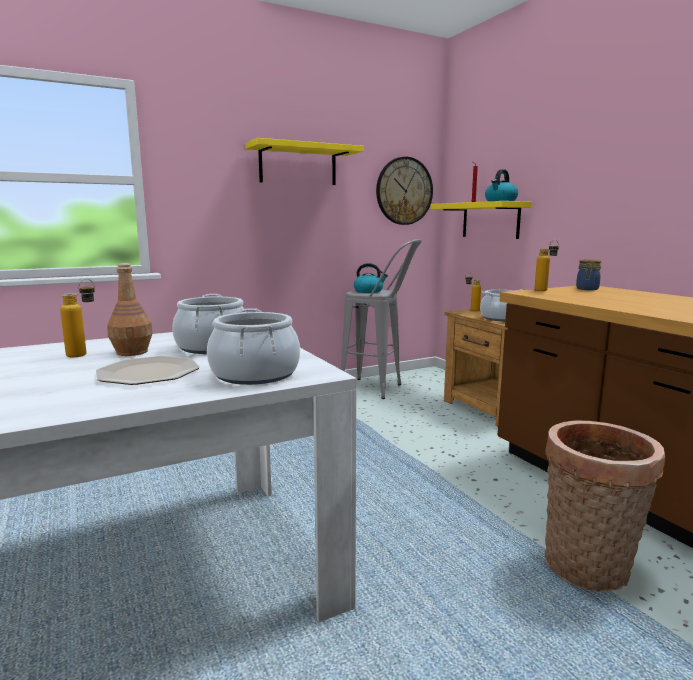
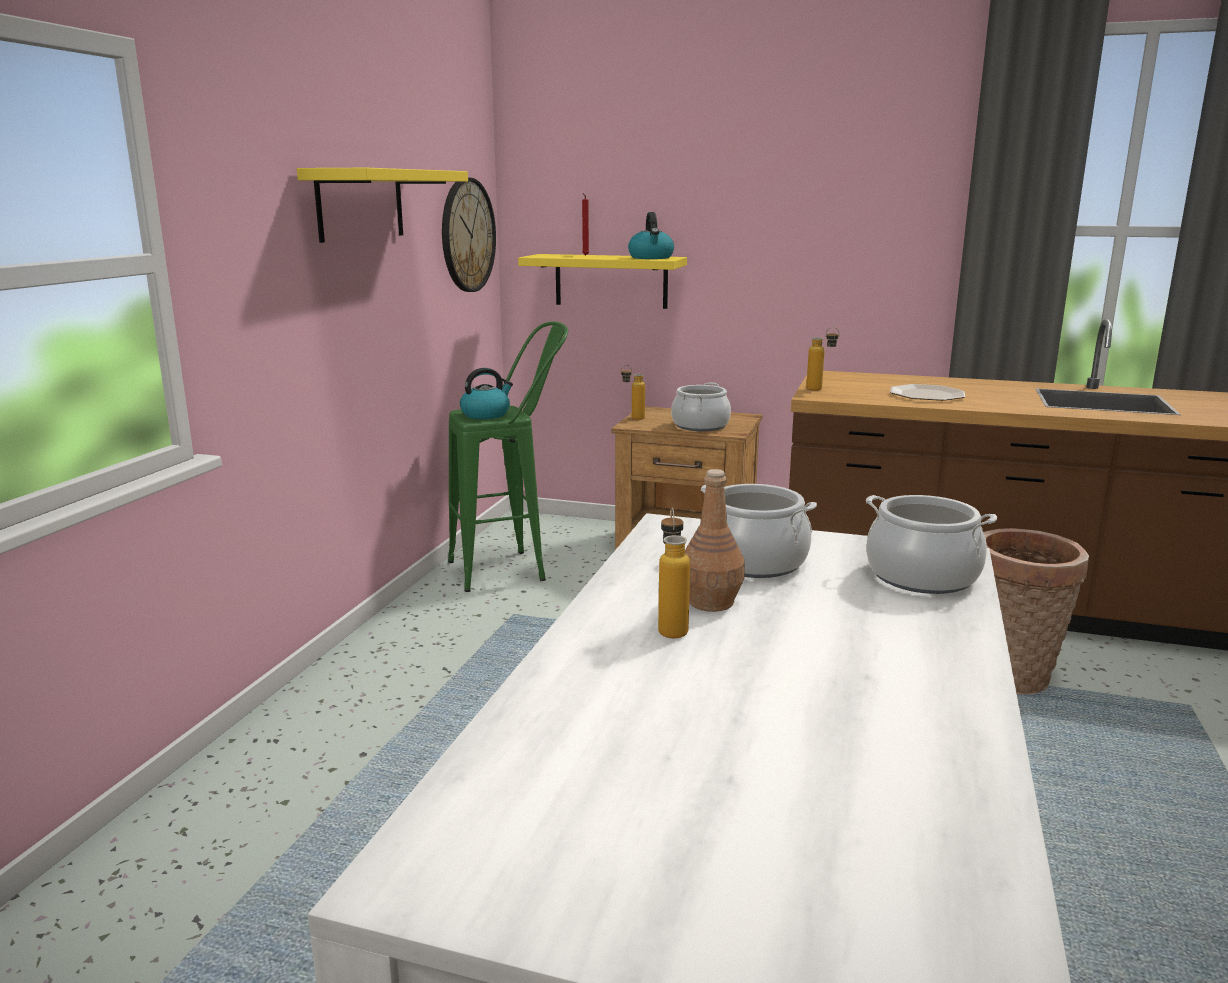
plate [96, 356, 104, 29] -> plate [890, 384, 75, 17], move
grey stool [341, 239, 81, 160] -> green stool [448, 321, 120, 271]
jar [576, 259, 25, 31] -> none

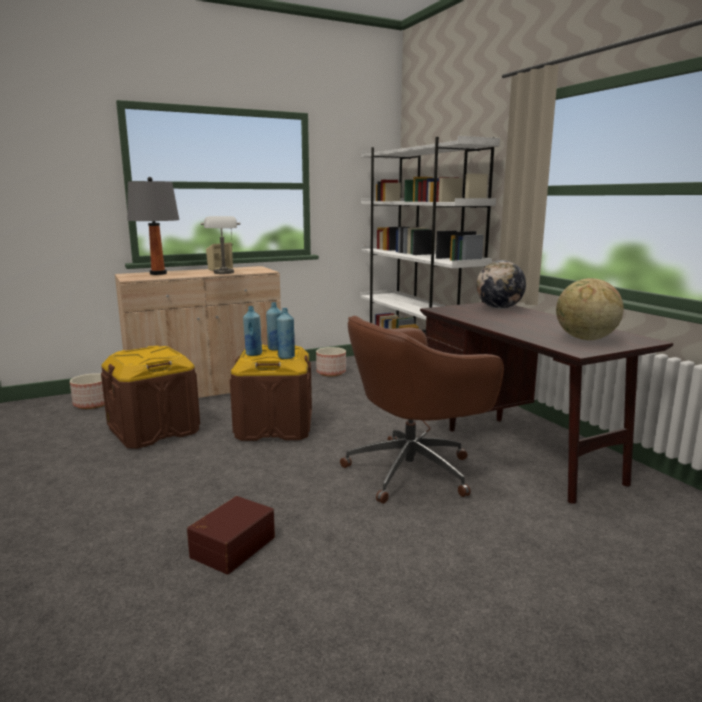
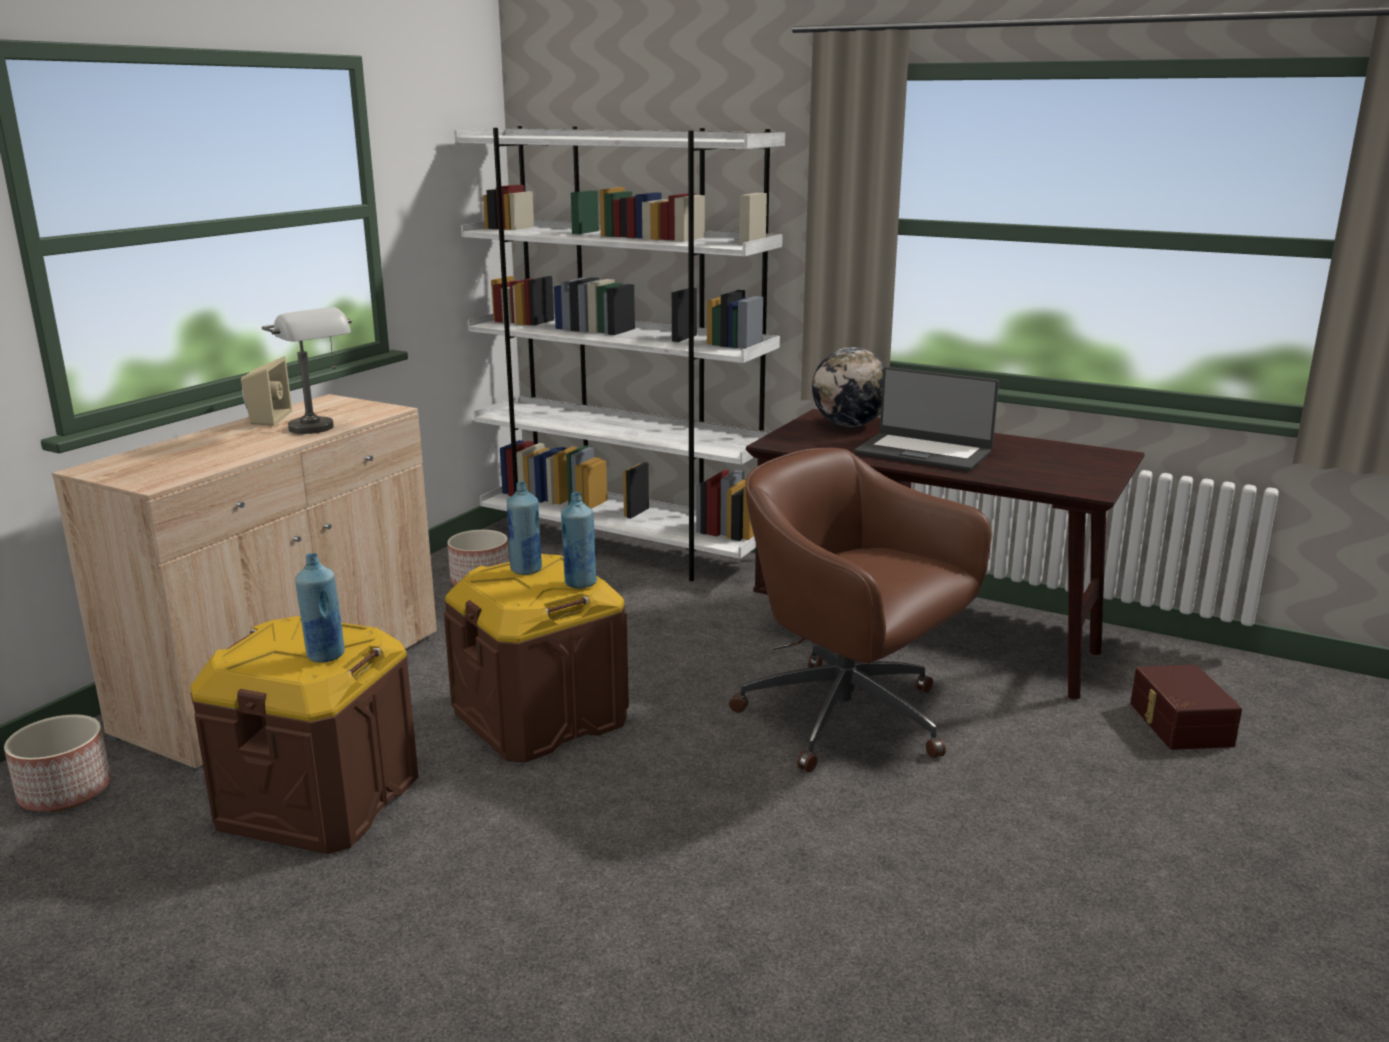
grey table lamp [127, 177, 52, 98] -> none
brown storage box [187, 496, 88, 78] -> brown storage box [1130, 665, 112, 85], move
blue bottle [243, 306, 19, 50] -> blue bottle [295, 553, 50, 110], move
brown office chair [340, 316, 164, 188] -> brown office chair [729, 448, 262, 324], 105 degrees clockwise
globe [556, 278, 68, 62] -> none
none -> laptop [855, 367, 144, 104]

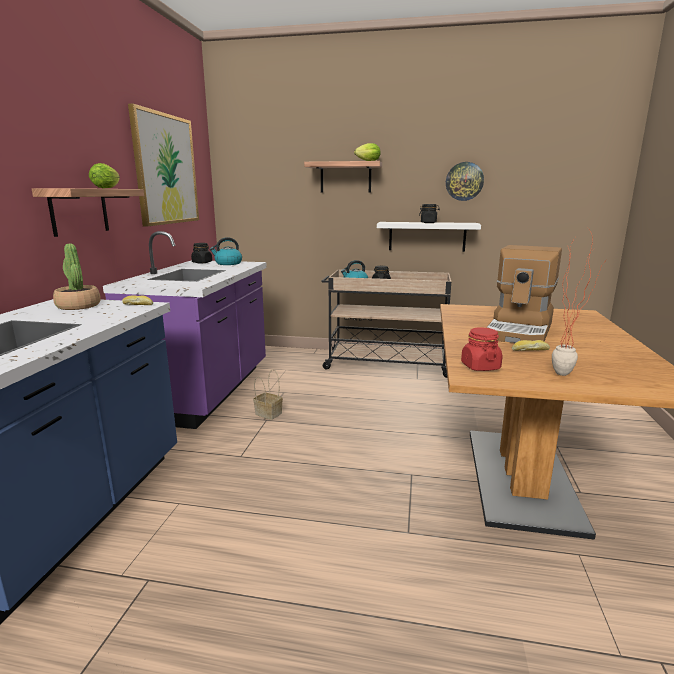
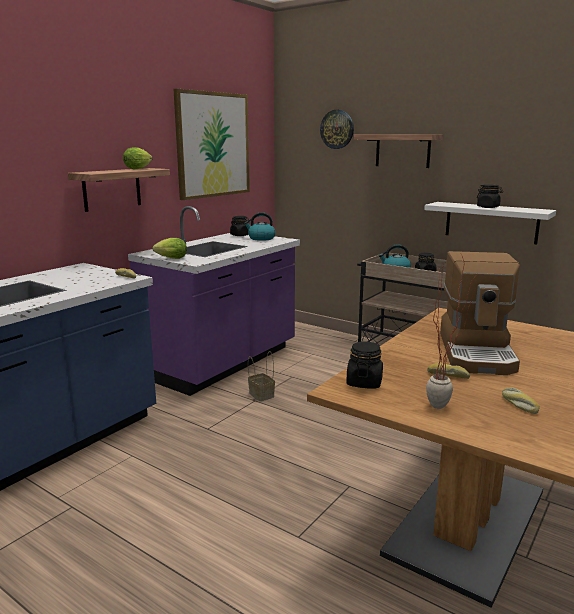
potted plant [53, 244, 48, 66] -> none
lettuce [354, 143, 27, 18] -> lettuce [153, 238, 34, 21], move
wall clock [446, 162, 38, 39] -> wall clock [320, 110, 34, 39], move
red jar [461, 327, 41, 44] -> black jar [346, 341, 37, 48]
coffee machine [486, 245, 76, 98] -> coffee machine [440, 251, 80, 124], 45 degrees counterclockwise
none -> bread [502, 387, 38, 27]

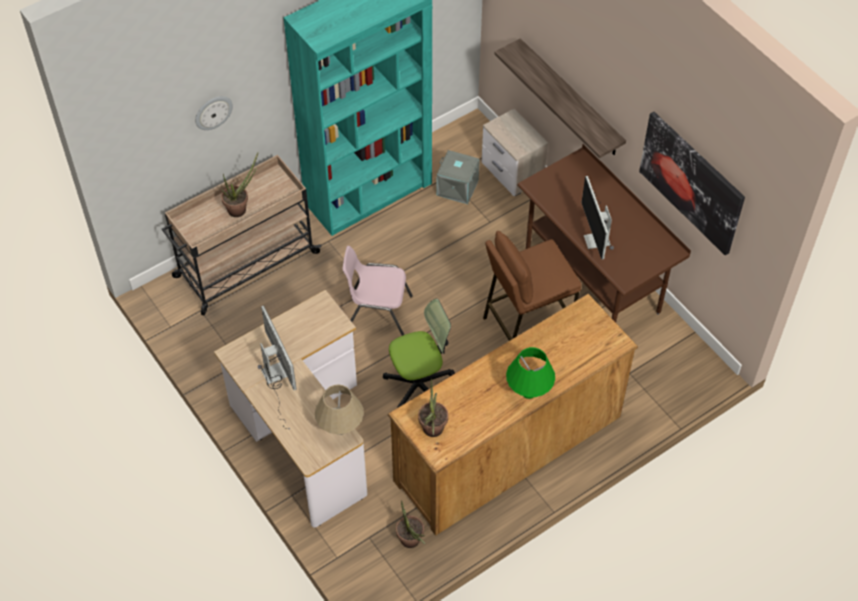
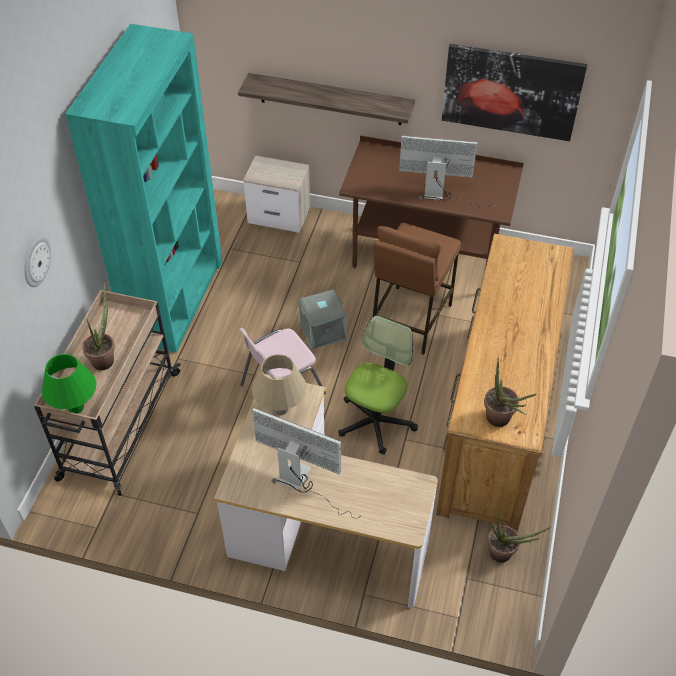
beige table lamp [315, 384, 49, 51] -> beige table lamp [252, 354, 55, 61], move
grey storage box [436, 150, 44, 54] -> grey storage box [299, 289, 47, 60], move
green table lamp [506, 347, 49, 52] -> green table lamp [42, 354, 54, 60], move
monitor [582, 176, 32, 84] -> monitor [399, 135, 97, 73], 150 degrees clockwise

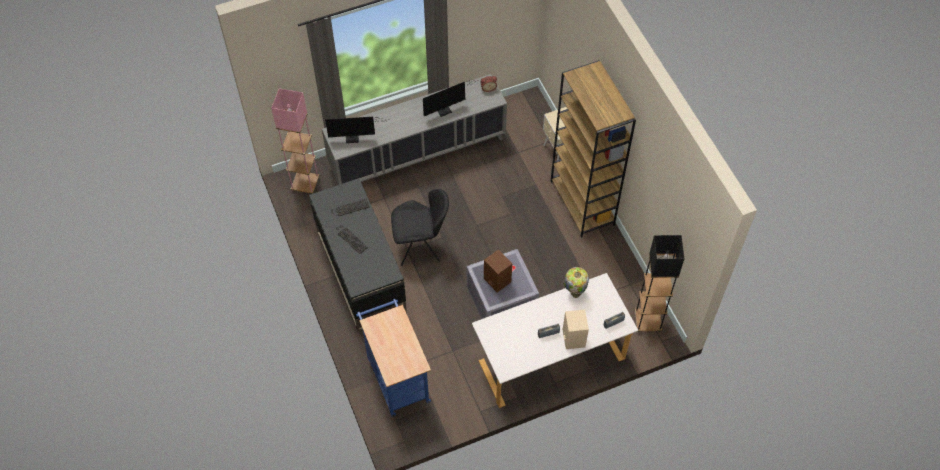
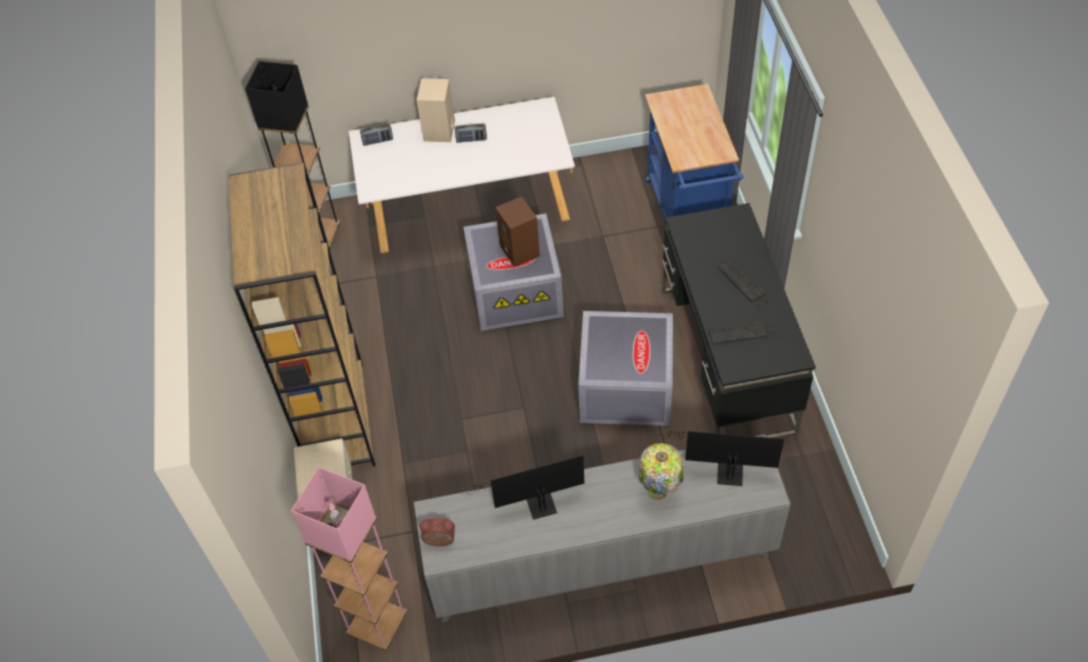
pink floor lamp [271, 88, 48, 106] -> pink floor lamp [291, 467, 116, 184], move
black chair [391, 189, 58, 77] -> grey storage box [578, 311, 95, 115]
table lamp [564, 267, 25, 31] -> table lamp [639, 443, 44, 58], move

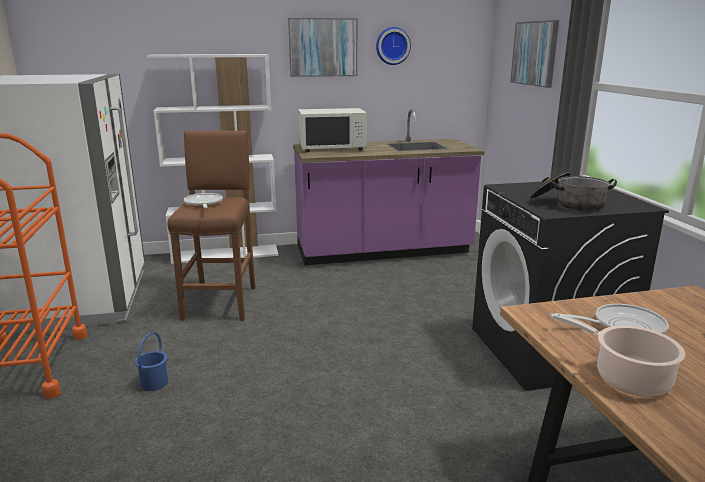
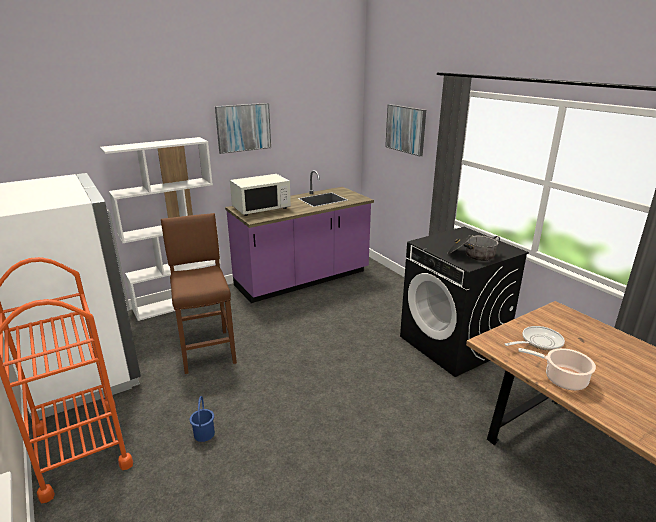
frying pan [184, 193, 39, 15] -> none
wall clock [376, 27, 35, 38] -> none

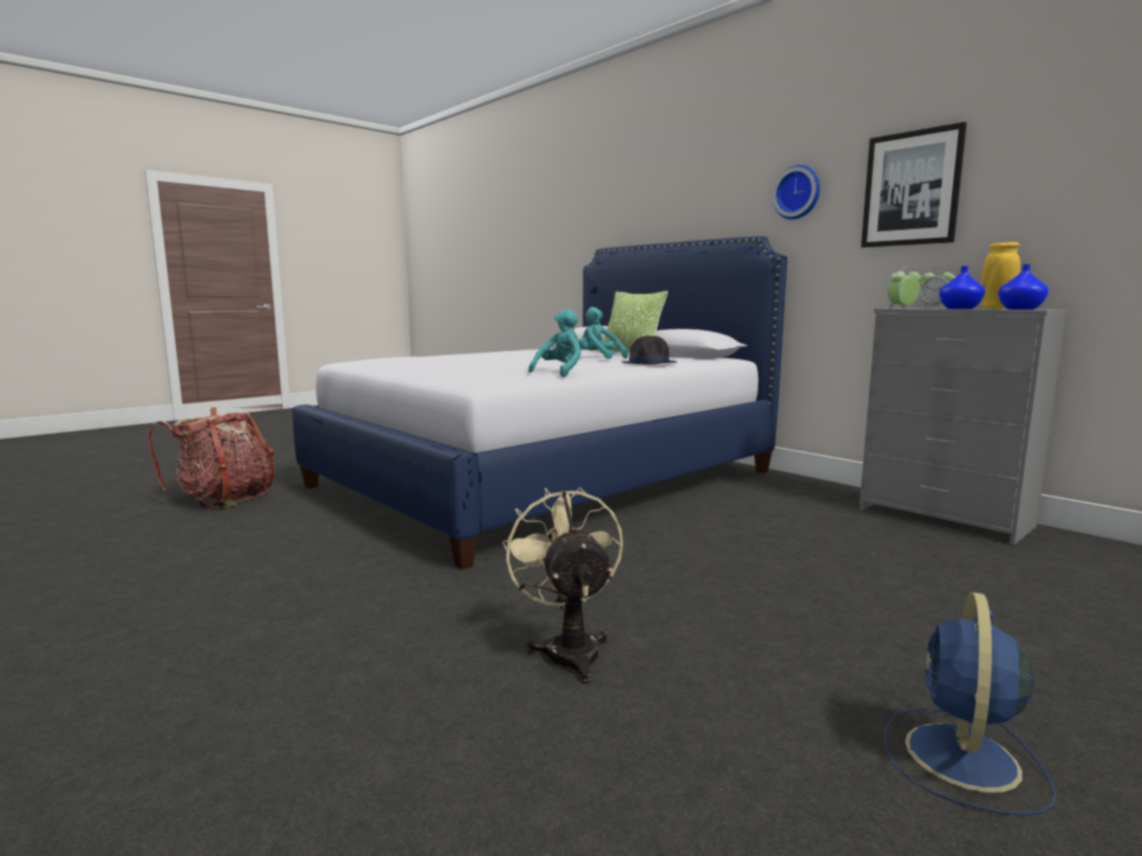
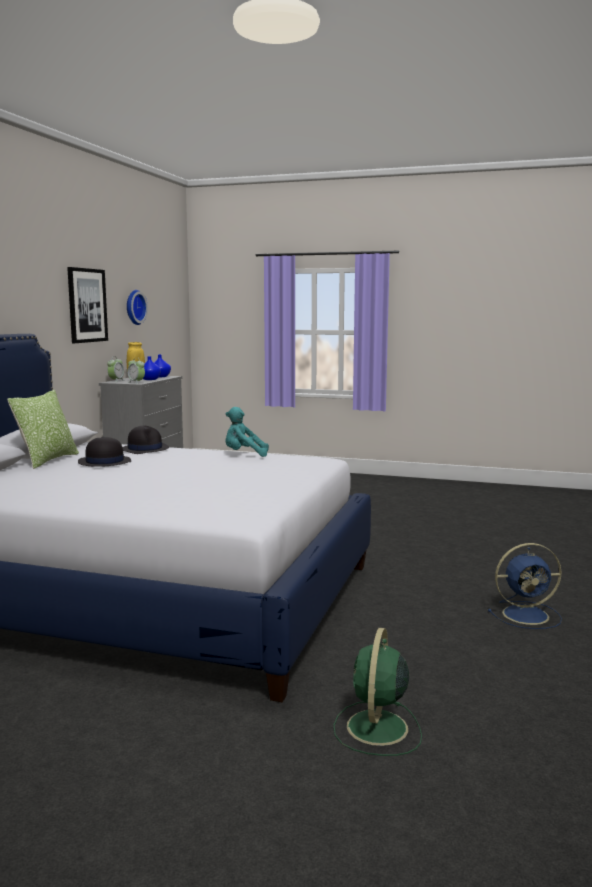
backpack [148, 407, 126, 102] -> green fan [334, 628, 88, 128]
beige fan [502, 487, 121, 197] -> none
turquoise plush toy [579, 307, 49, 52] -> black hat [78, 437, 53, 30]
wall clock [772, 165, 48, 55] -> wall clock [127, 290, 21, 35], move
blue fan [884, 592, 172, 224] -> blue fan [488, 543, 74, 86], move

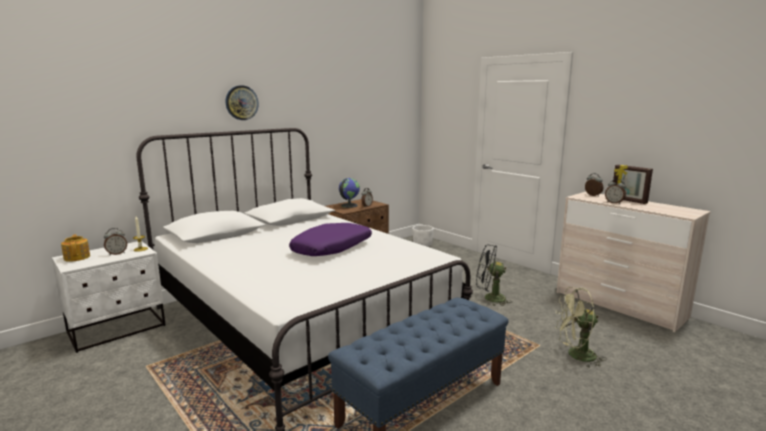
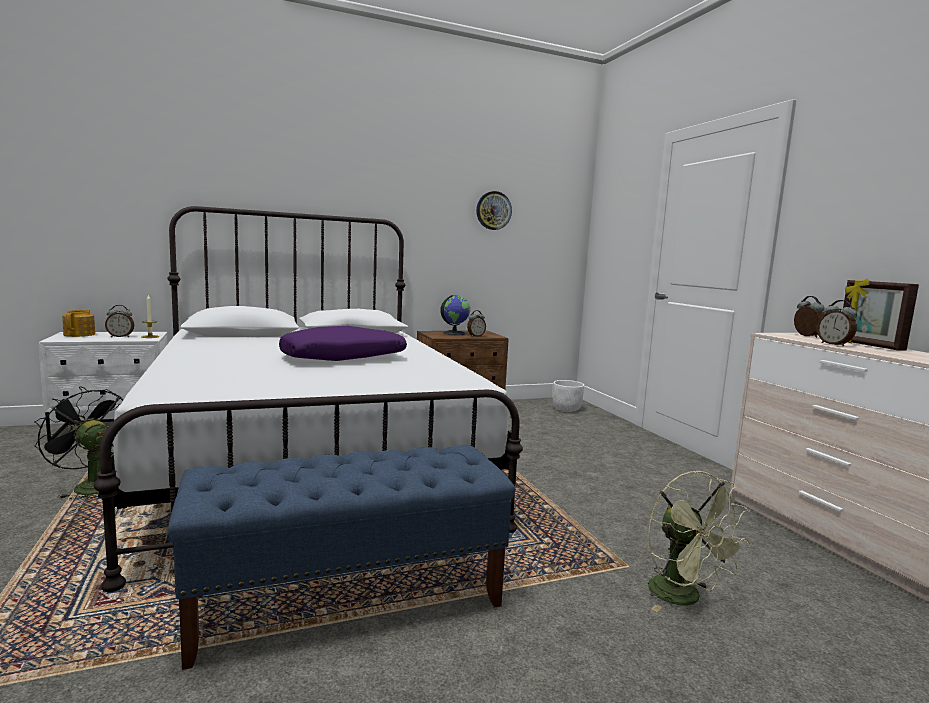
wall clock [226, 85, 33, 35] -> wall clock [476, 191, 36, 39], move
black fan [476, 244, 36, 62] -> black fan [34, 386, 89, 115], move
green fan [555, 287, 52, 81] -> green fan [648, 470, 102, 142], 135 degrees counterclockwise

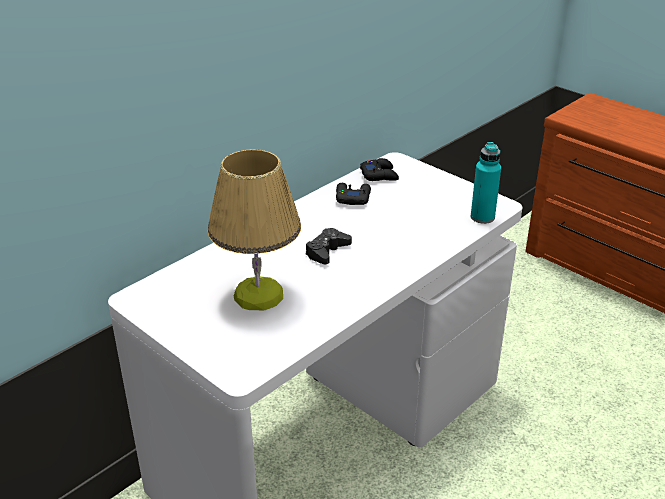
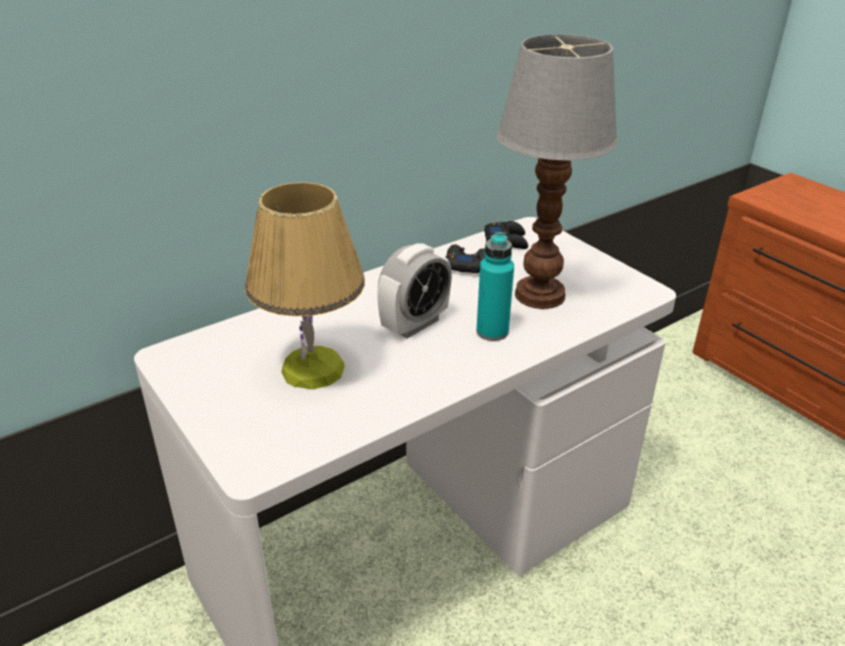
black game controller [305, 228, 47, 36] -> alarm clock [377, 243, 75, 95]
turquoise bottle [471, 142, 30, 82] -> turquoise bottle [476, 232, 38, 109], move
none -> table lamp [497, 34, 121, 275]

